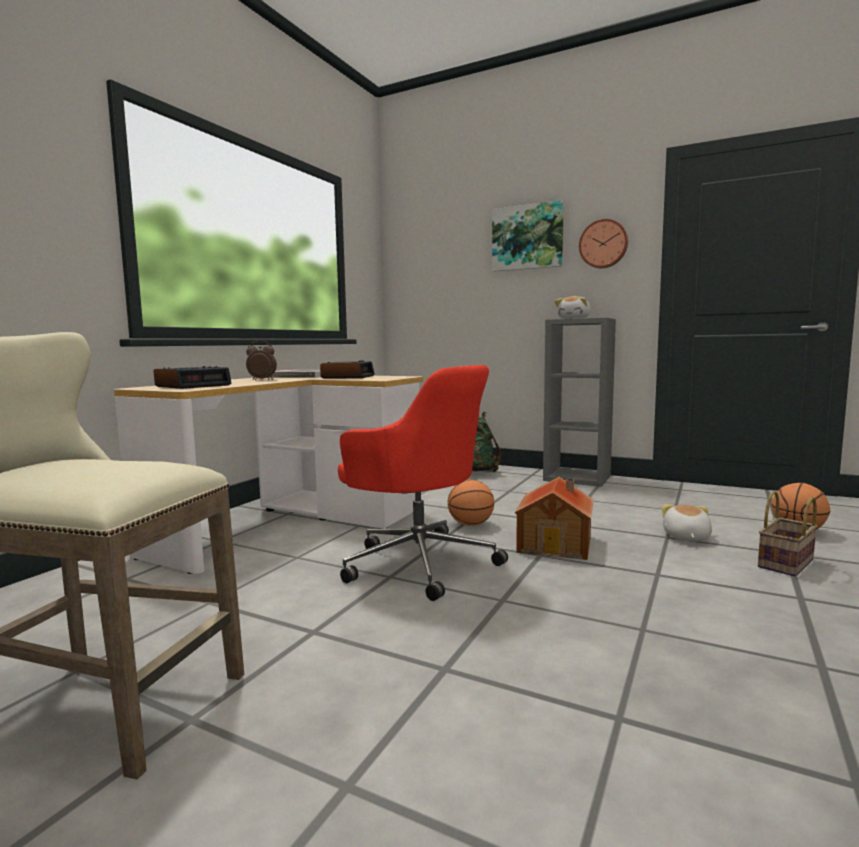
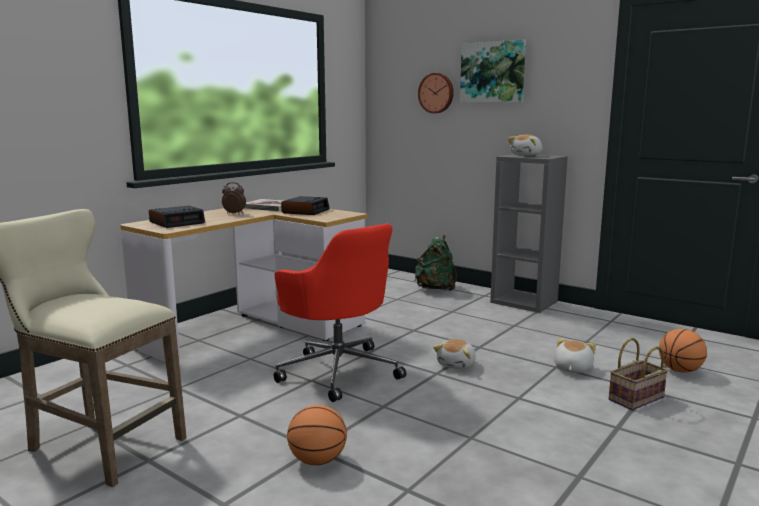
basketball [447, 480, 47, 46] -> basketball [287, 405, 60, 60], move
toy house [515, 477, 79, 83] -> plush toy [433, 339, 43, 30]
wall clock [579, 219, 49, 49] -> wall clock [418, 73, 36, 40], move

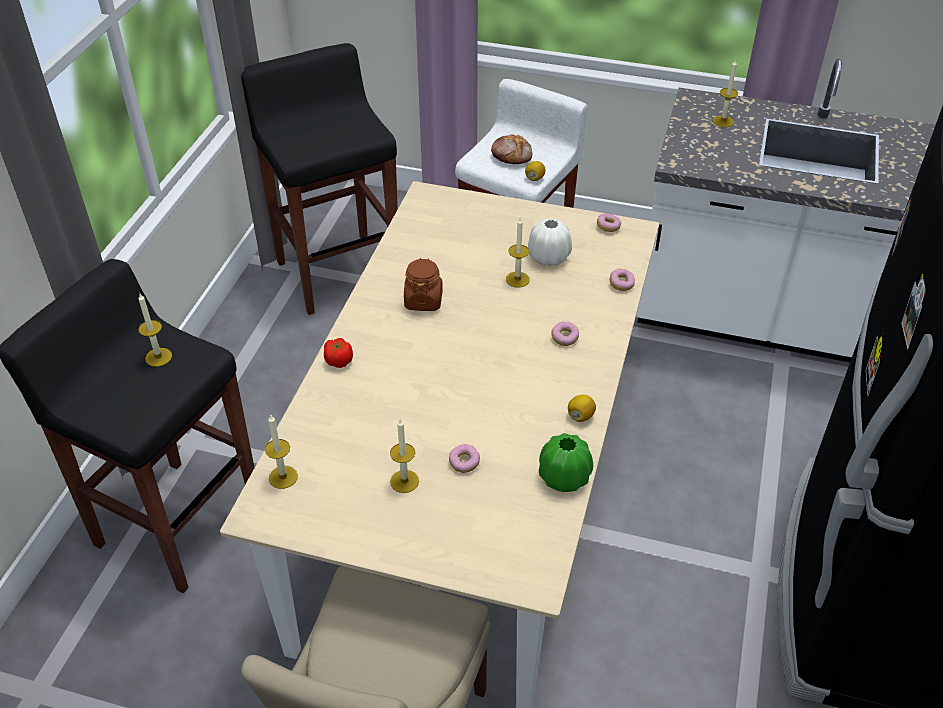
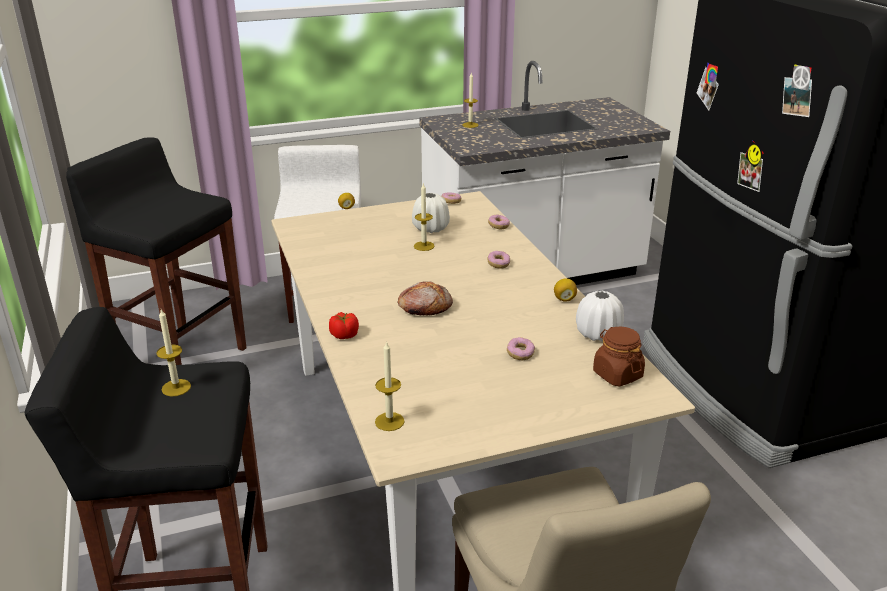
candle [390, 419, 29, 74] -> none
brown jar [404, 258, 39, 53] -> brown jar [593, 327, 52, 59], move
bread [491, 134, 42, 30] -> bread [398, 281, 55, 35], move
green vase [539, 433, 54, 59] -> white vase [576, 291, 48, 51]

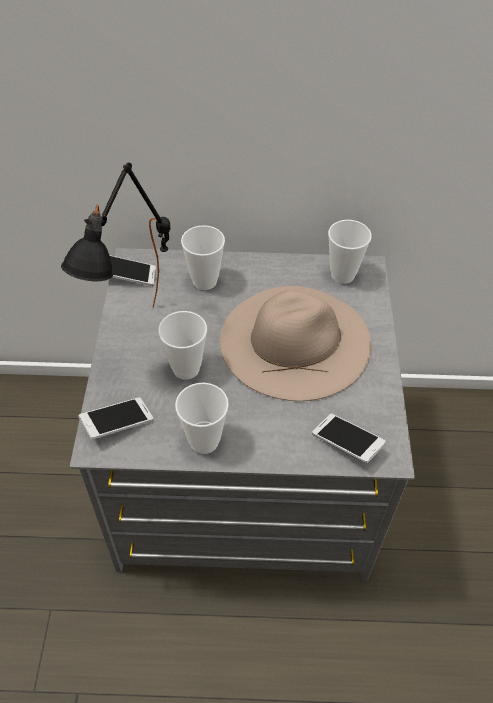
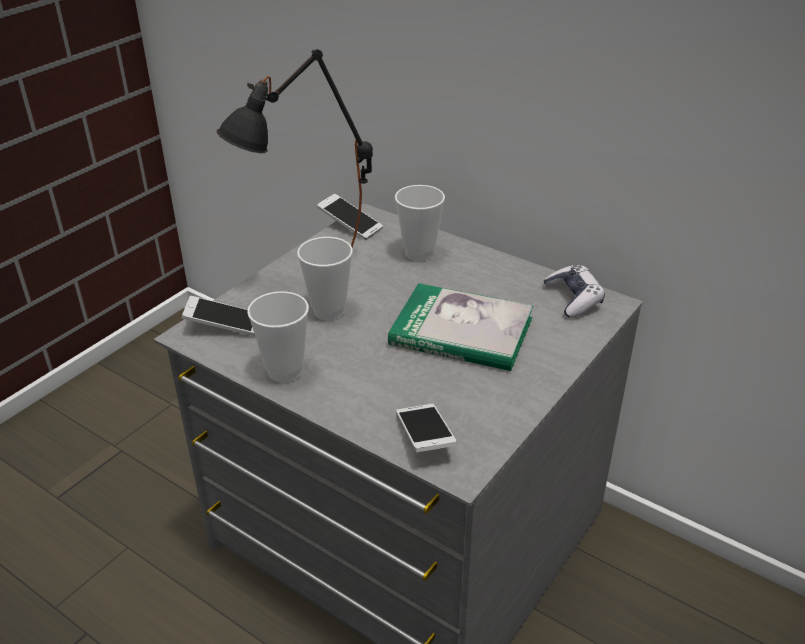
beige hat [220, 286, 151, 115] -> book [388, 283, 145, 88]
cup [328, 220, 44, 64] -> game controller [544, 264, 61, 54]

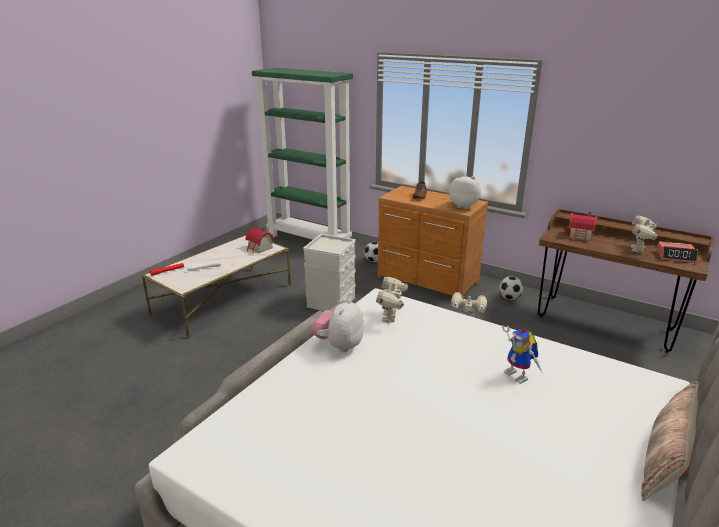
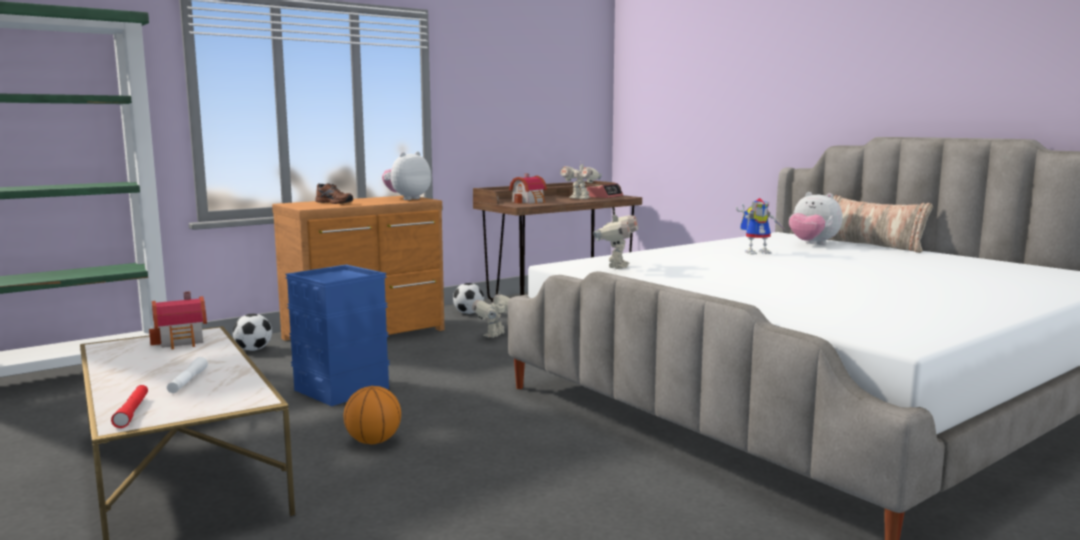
grey storage box [303, 234, 53, 77] -> blue storage box [286, 265, 104, 141]
plush toy [312, 299, 52, 53] -> plush toy [789, 192, 54, 53], move
toy robot [376, 277, 32, 45] -> toy robot [593, 209, 45, 60], 105 degrees counterclockwise
none -> basketball [344, 386, 57, 58]

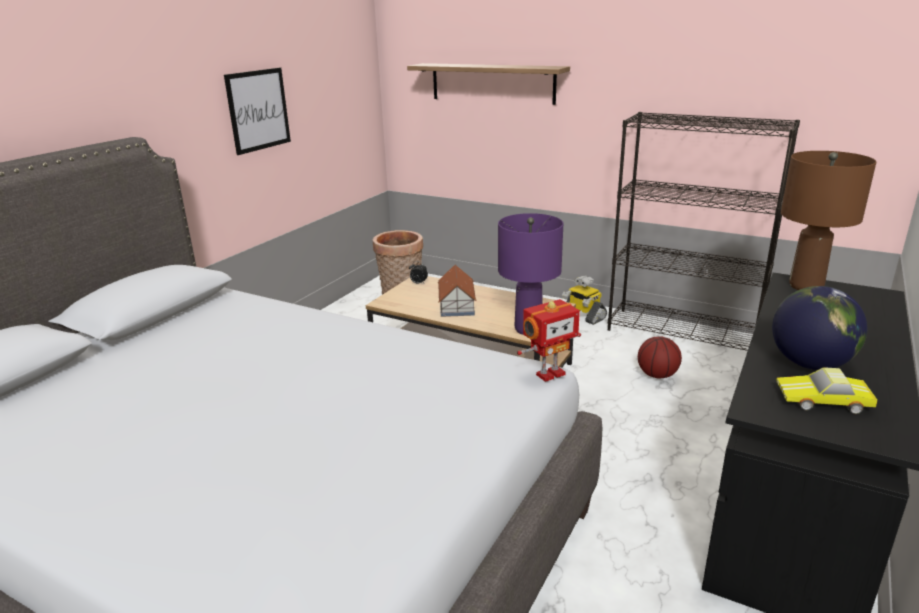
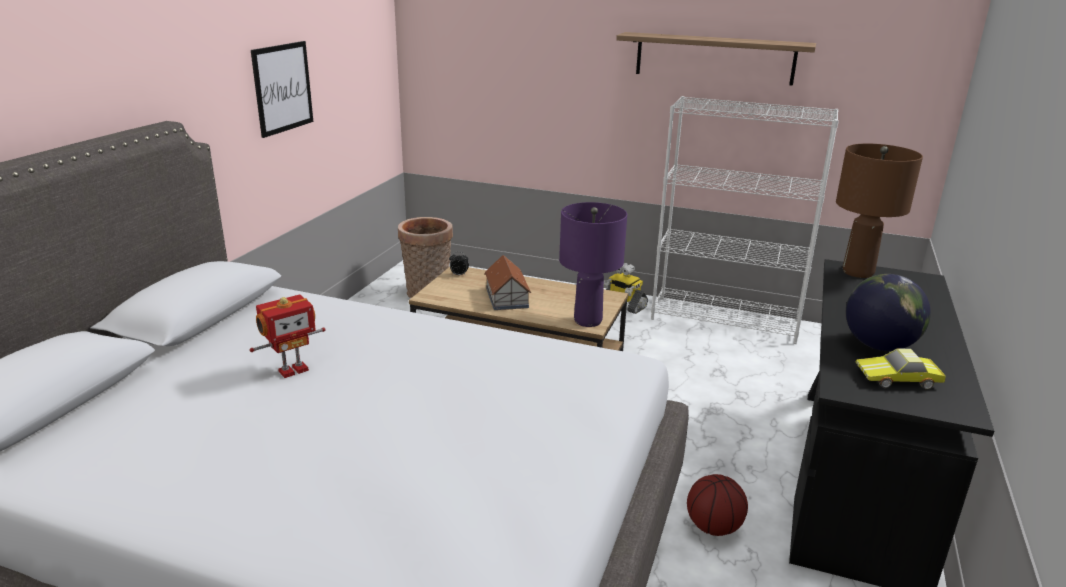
shelf [407, 63, 163, 42] -> shelf [616, 32, 200, 54], move
toy robot [517, 299, 64, 83] -> toy robot [249, 294, 76, 84], move
black bookcase [608, 112, 192, 239] -> white bookcase [651, 96, 188, 248]
basketball [638, 336, 44, 43] -> basketball [687, 474, 61, 62], move

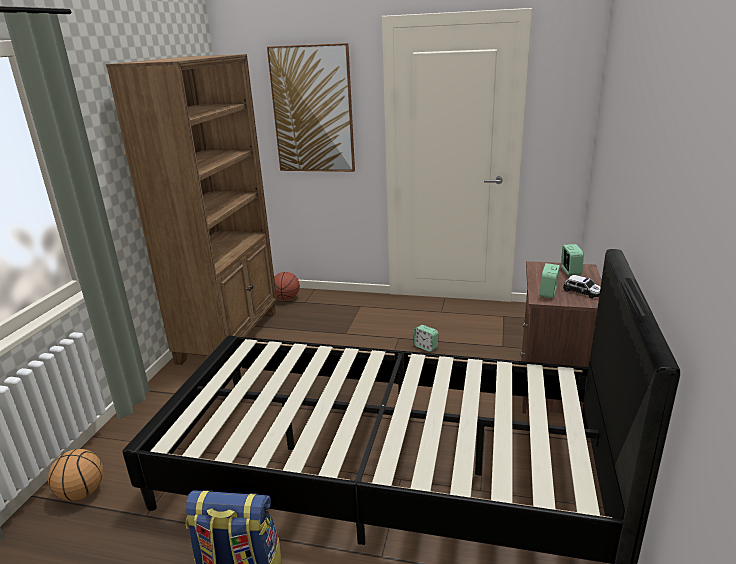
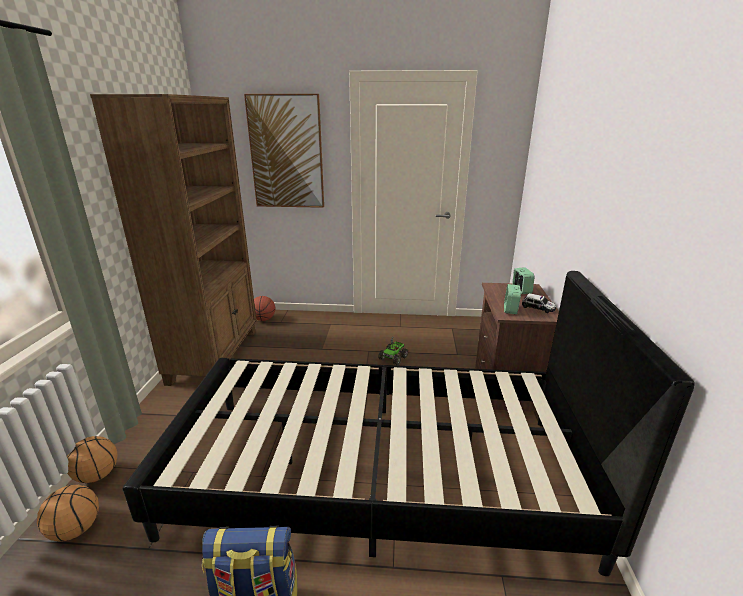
alarm clock [414, 325, 24, 27] -> toy truck [378, 337, 30, 28]
none -> basketball [67, 436, 51, 47]

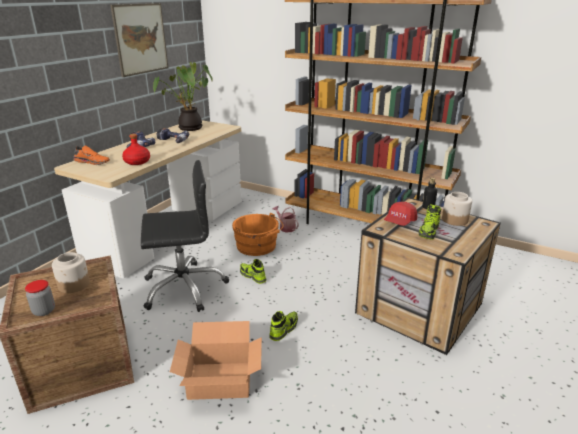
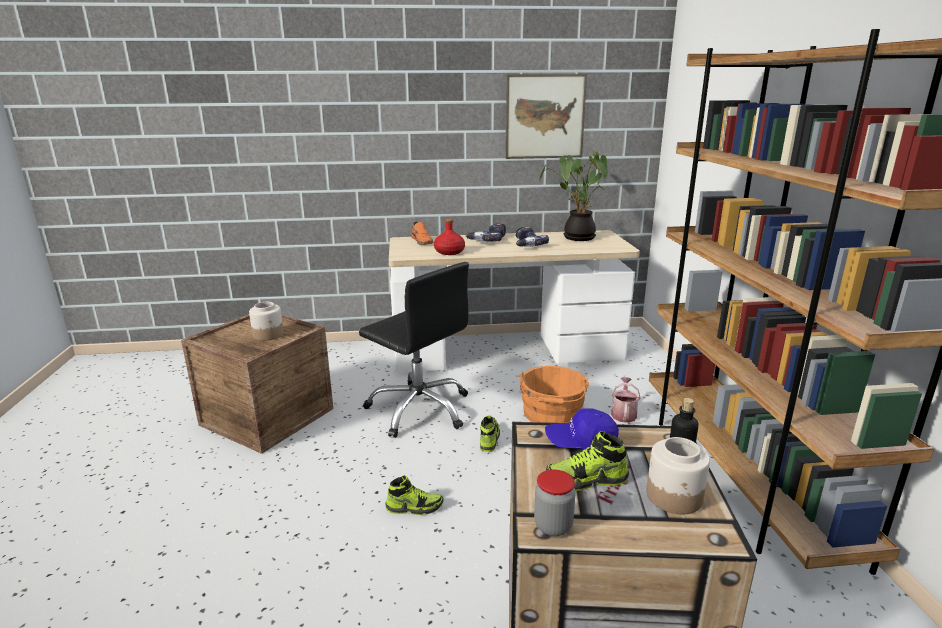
jar [25, 280, 30, 36] -> jar [534, 469, 42, 67], move
cardboard box [170, 321, 92, 79] -> none
red cap [384, 202, 33, 24] -> blue cap [545, 408, 74, 41]

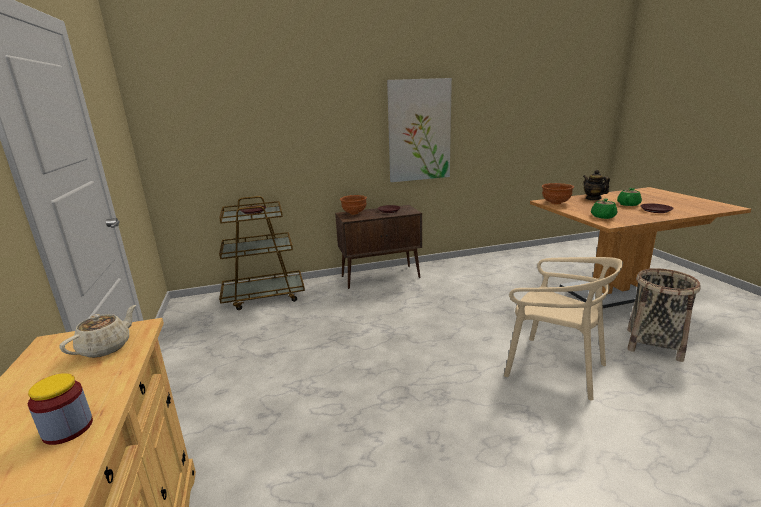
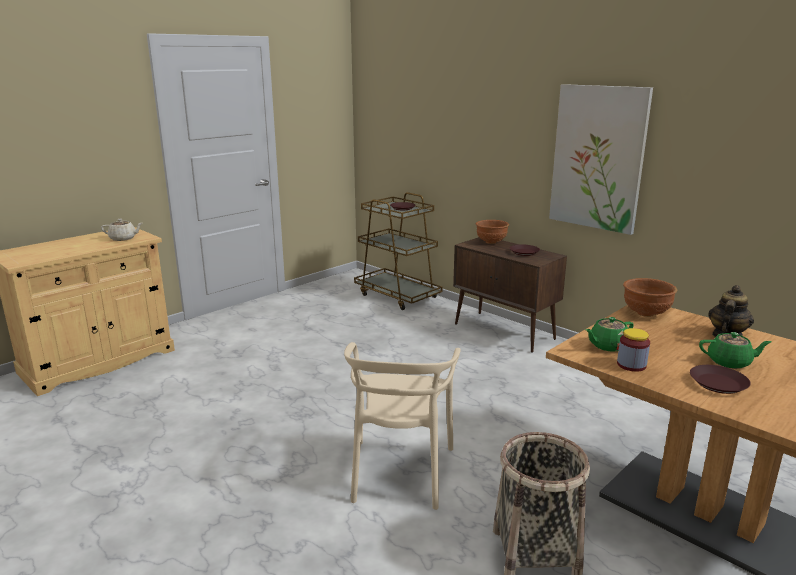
jar [28, 373, 65, 72] -> jar [617, 328, 33, 44], move

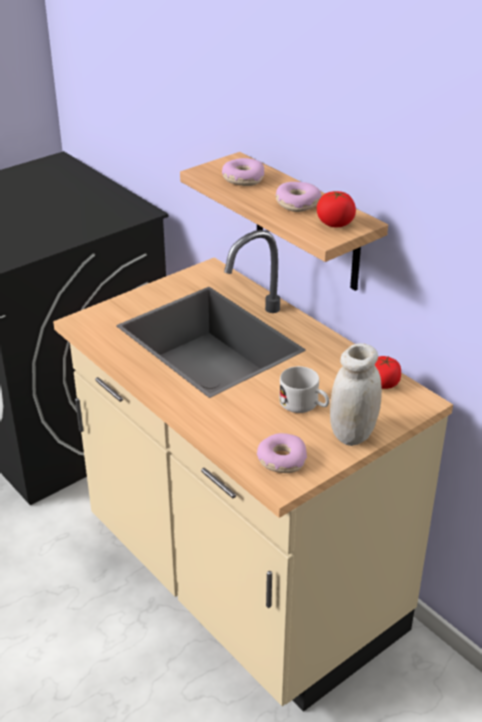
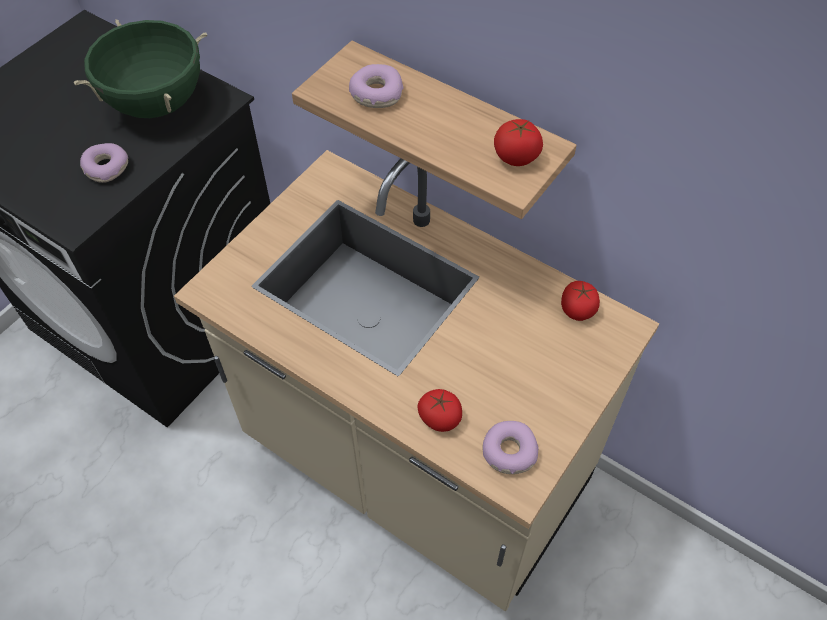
donut [275, 182, 46, 30] -> donut [80, 143, 49, 40], move
white mug [279, 366, 50, 47] -> none
white jar [330, 343, 52, 103] -> none
none -> green cooking pot [73, 20, 134, 98]
none -> tomato [417, 389, 45, 43]

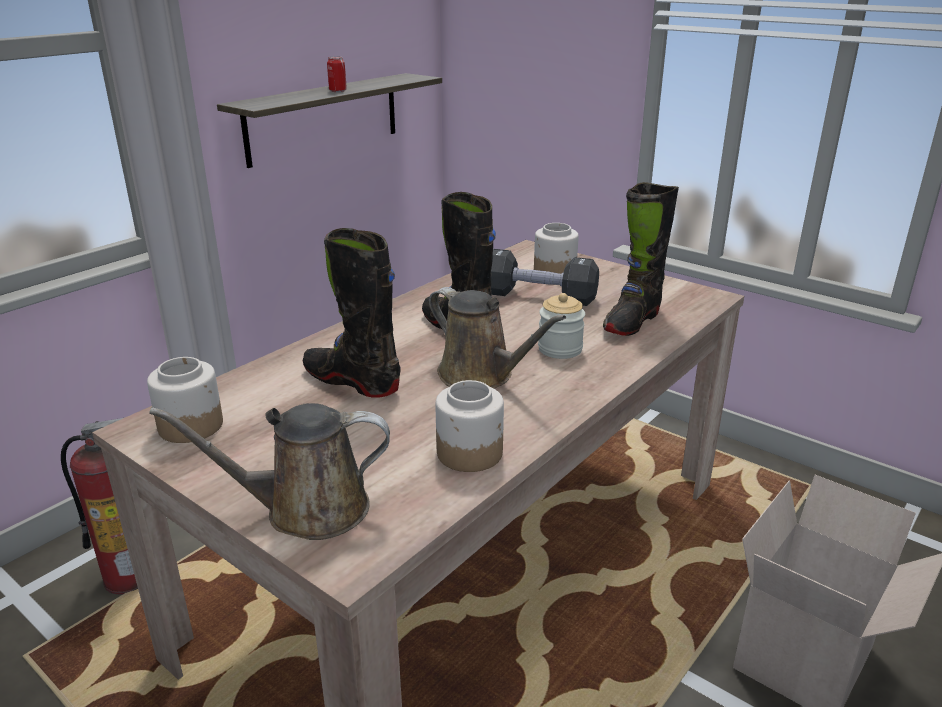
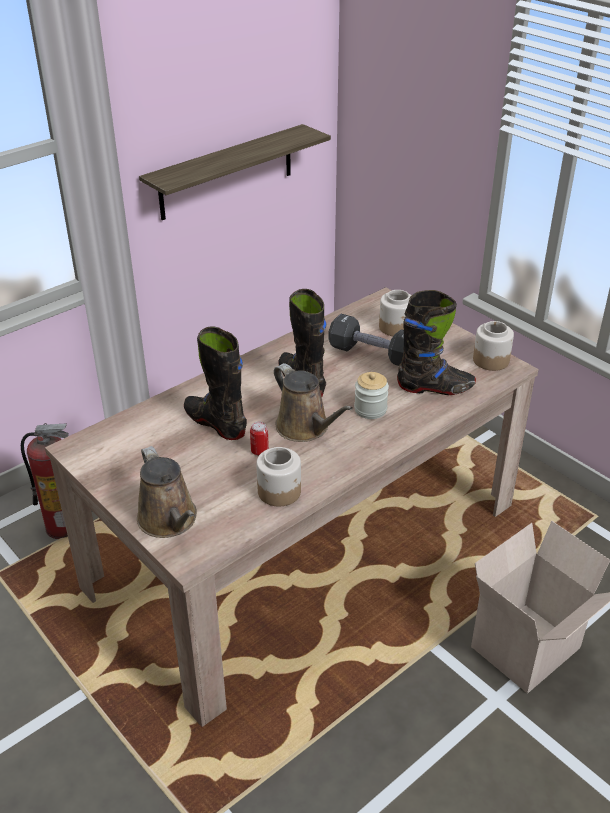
jar [147, 357, 76, 86] -> jar [473, 321, 41, 50], move
brown watering can [149, 403, 241, 137] -> brown watering can [137, 446, 60, 92], 120 degrees counterclockwise
can [327, 56, 20, 36] -> can [250, 422, 19, 33], move
black boot [603, 182, 76, 154] -> black boot [397, 290, 79, 105], 135 degrees counterclockwise

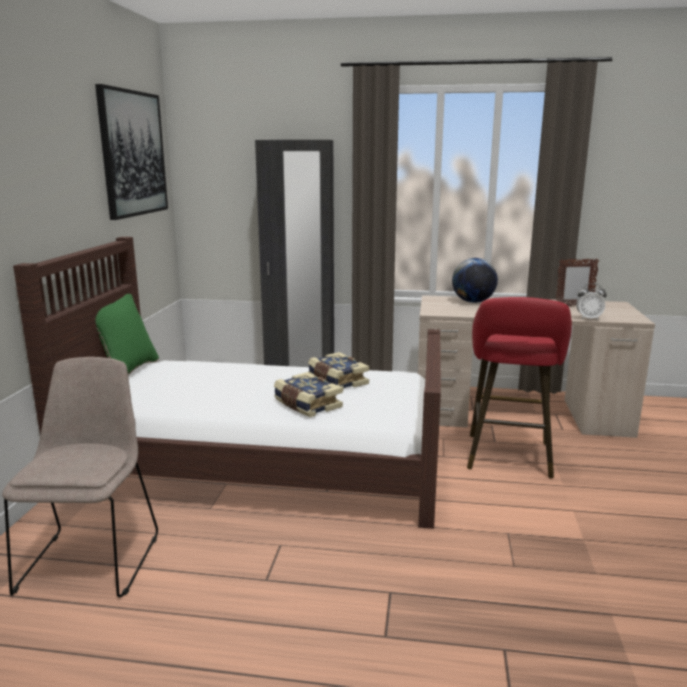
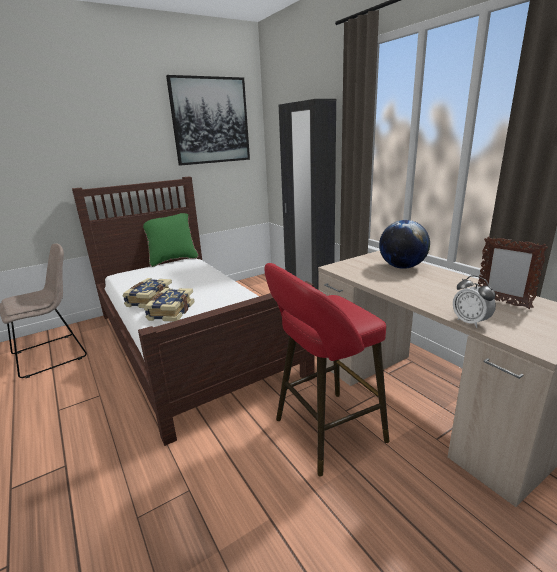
book [308, 352, 61, 38] -> book [122, 278, 51, 30], move

